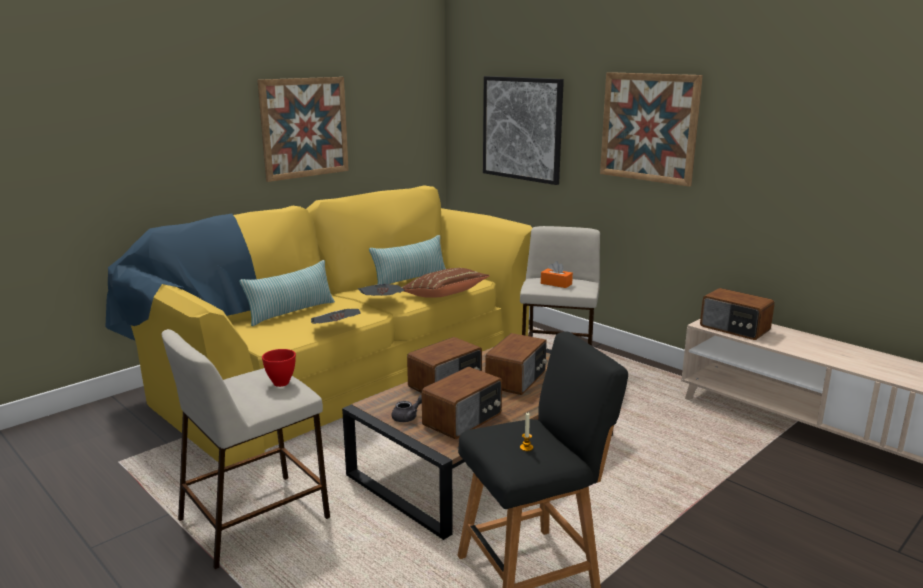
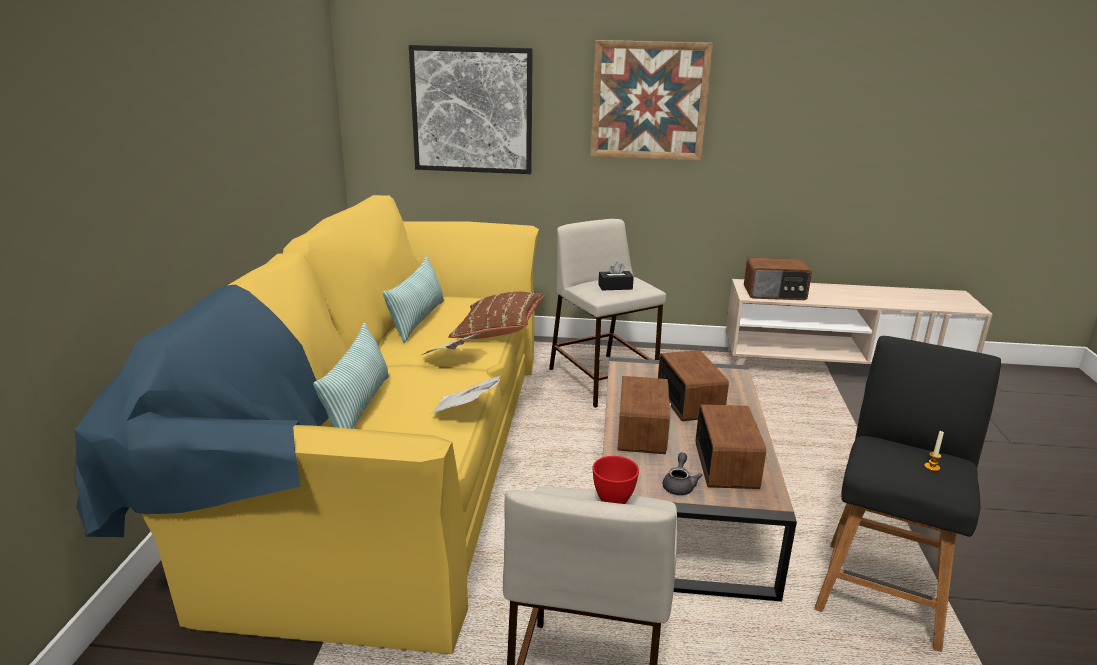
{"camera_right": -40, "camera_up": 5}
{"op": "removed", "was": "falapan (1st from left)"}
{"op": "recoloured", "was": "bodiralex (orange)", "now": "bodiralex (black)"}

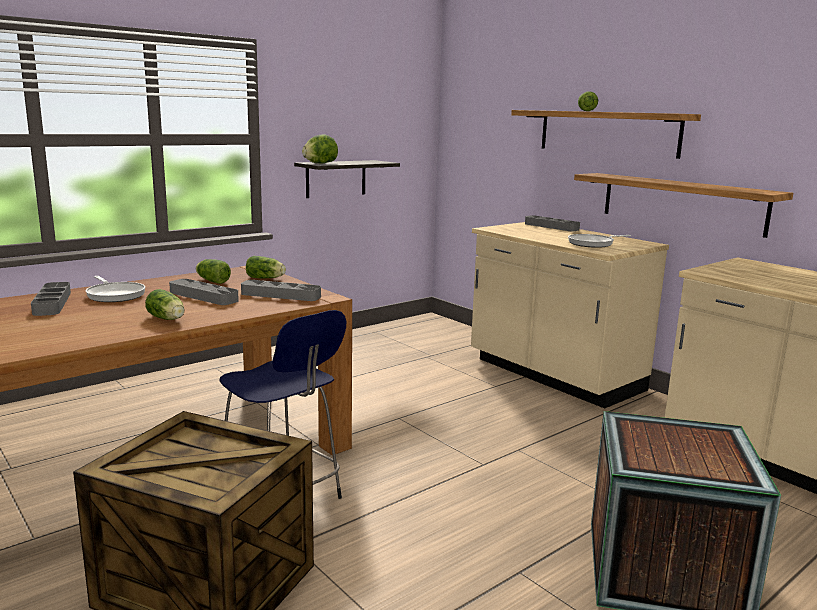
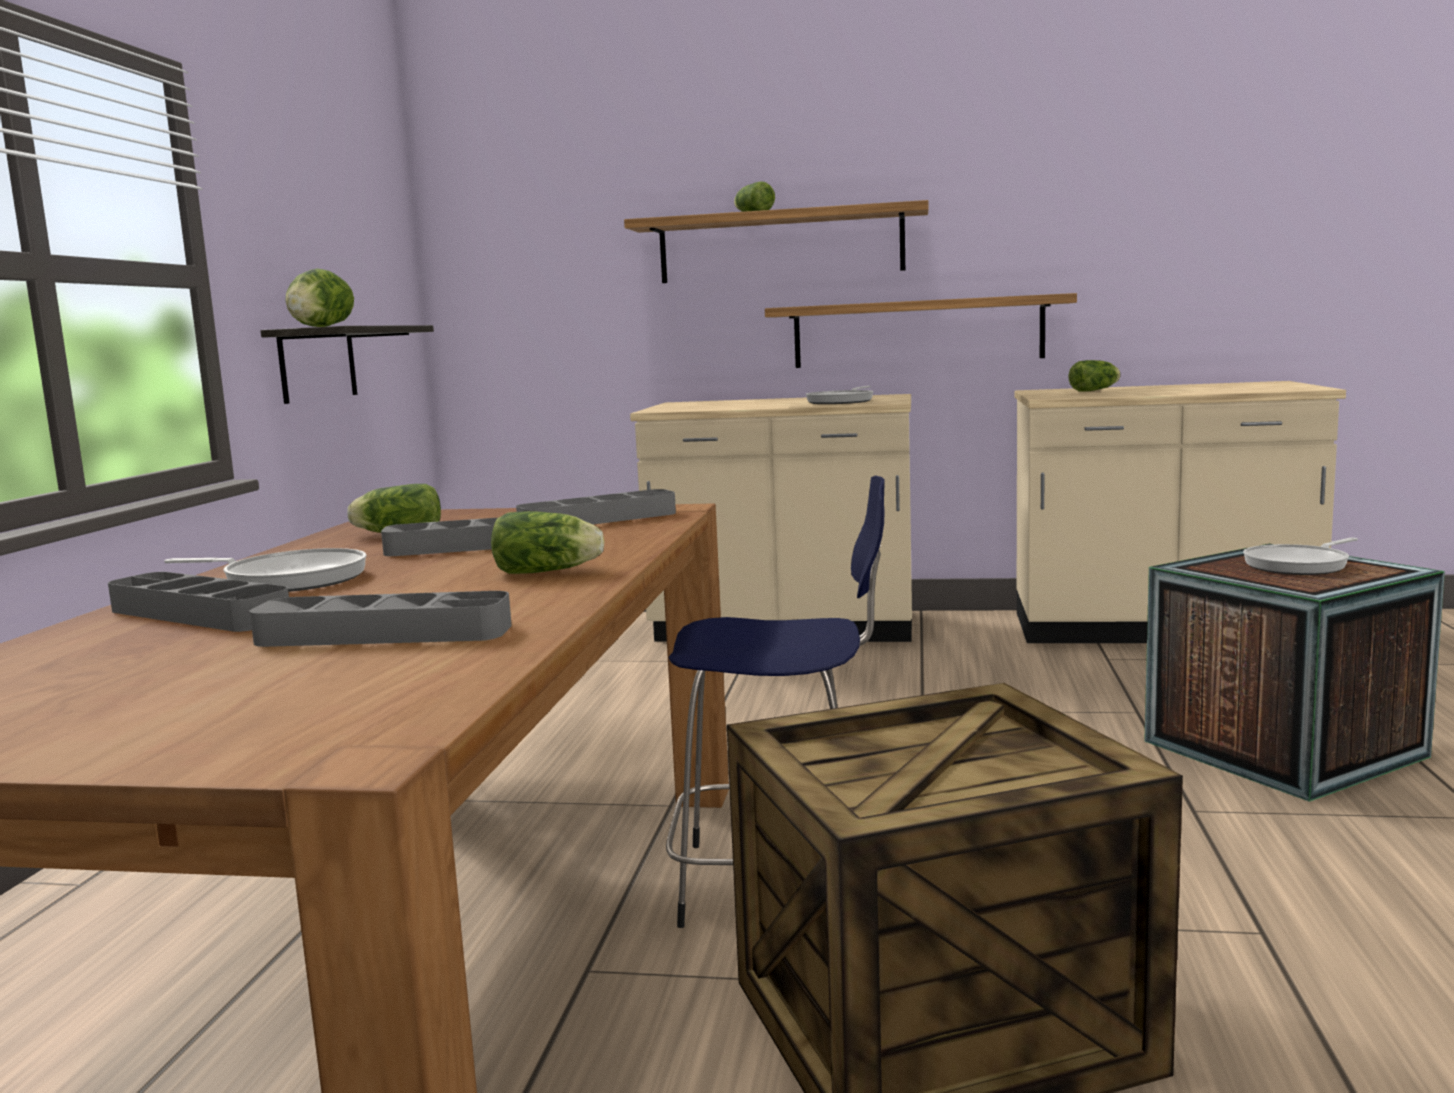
{"camera_right": -40, "camera_up": -5}
{"op": "added", "now": "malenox (3rd from left)"}
{"op": "moved", "was": "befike (3rd from left in the first image)", "now": "befike (5th from left)"}
{"op": "moved", "was": "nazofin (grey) (4th from left in the first image)", "now": "nazofin (grey) (2nd from left)"}

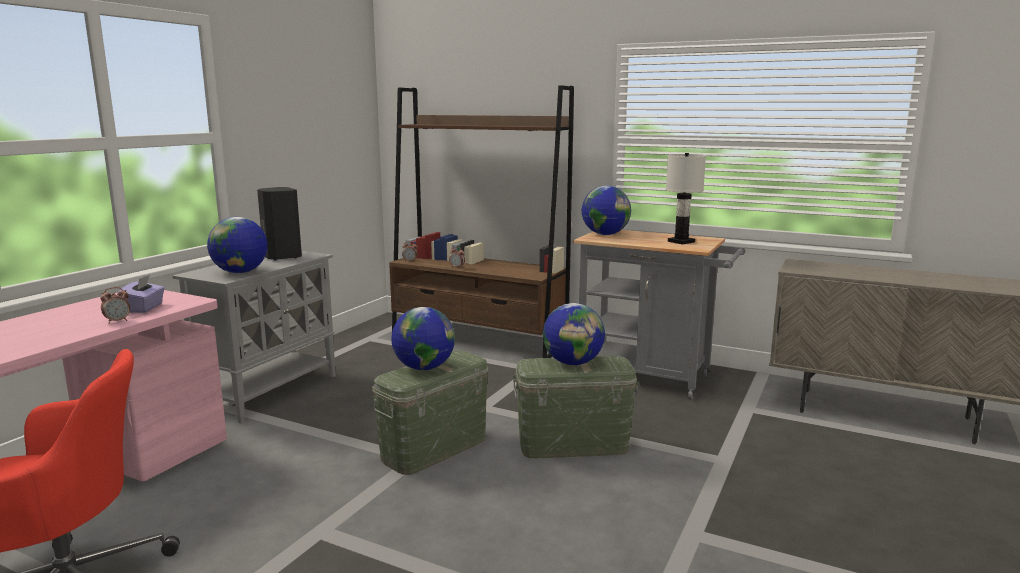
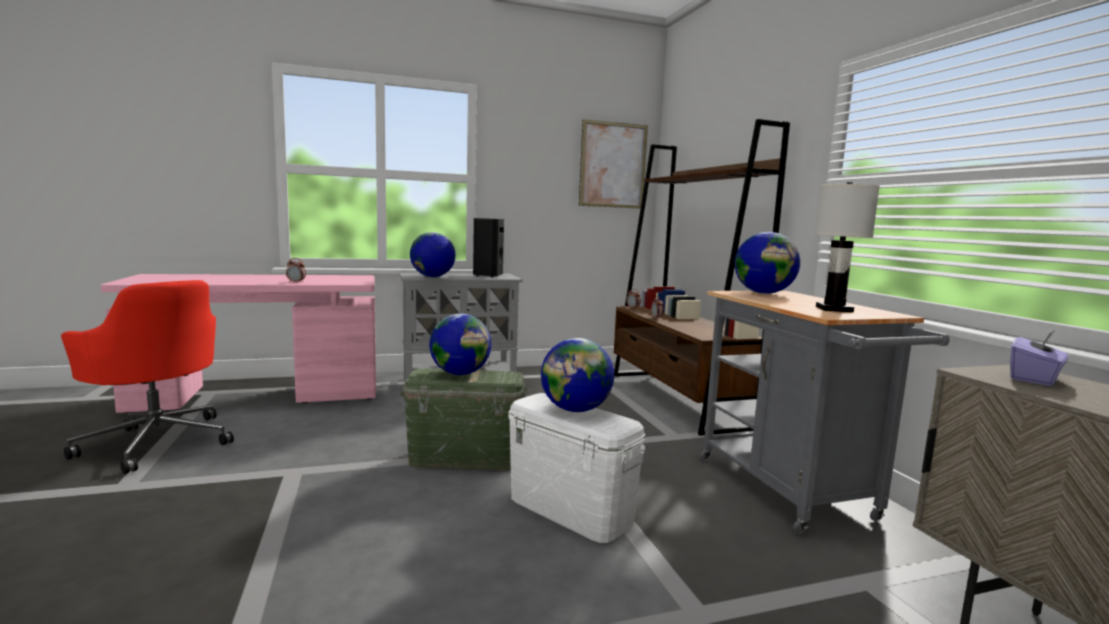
{"camera_right": 45, "camera_up": -5}
{"op": "added", "now": "falapan"}
{"op": "moved", "was": "bodiralex (purple)"}
{"op": "recoloured", "was": "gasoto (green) (2nd from left)", "now": "gasoto (white)"}

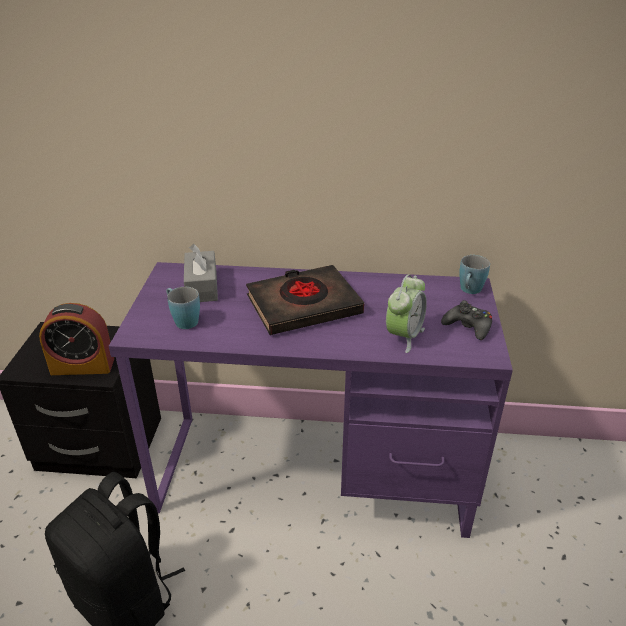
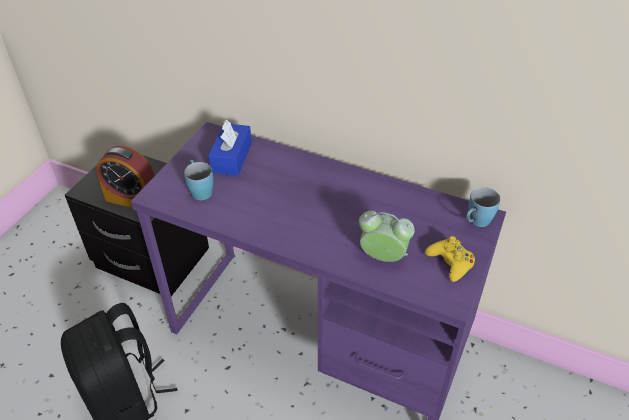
{"camera_right": 20, "camera_up": 10}
{"op": "removed", "was": "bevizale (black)"}
{"op": "recoloured", "was": "bodiralex (grey)", "now": "bodiralex (blue)"}
{"op": "recoloured", "was": "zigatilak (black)", "now": "zigatilak (yellow)"}
{"op": "turned", "was": "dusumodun (2nd from left)", "clockwise": -120}

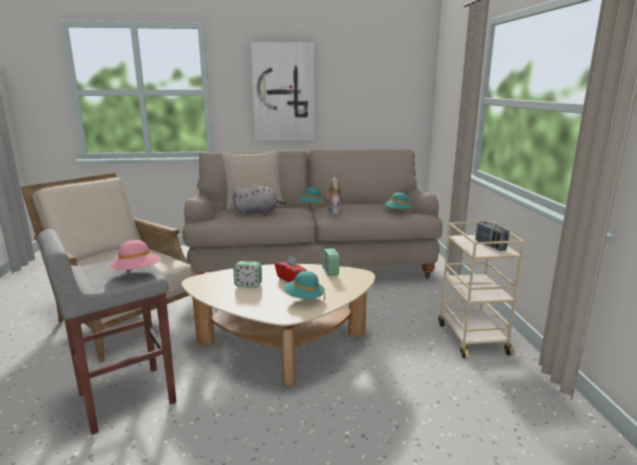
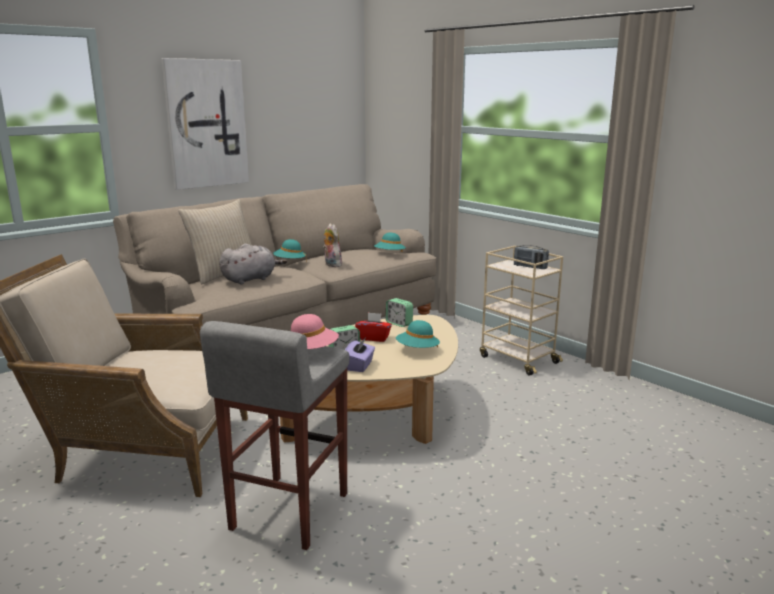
{"camera_right": -35, "camera_up": 0}
{"op": "added", "now": "bodiralex (purple)"}

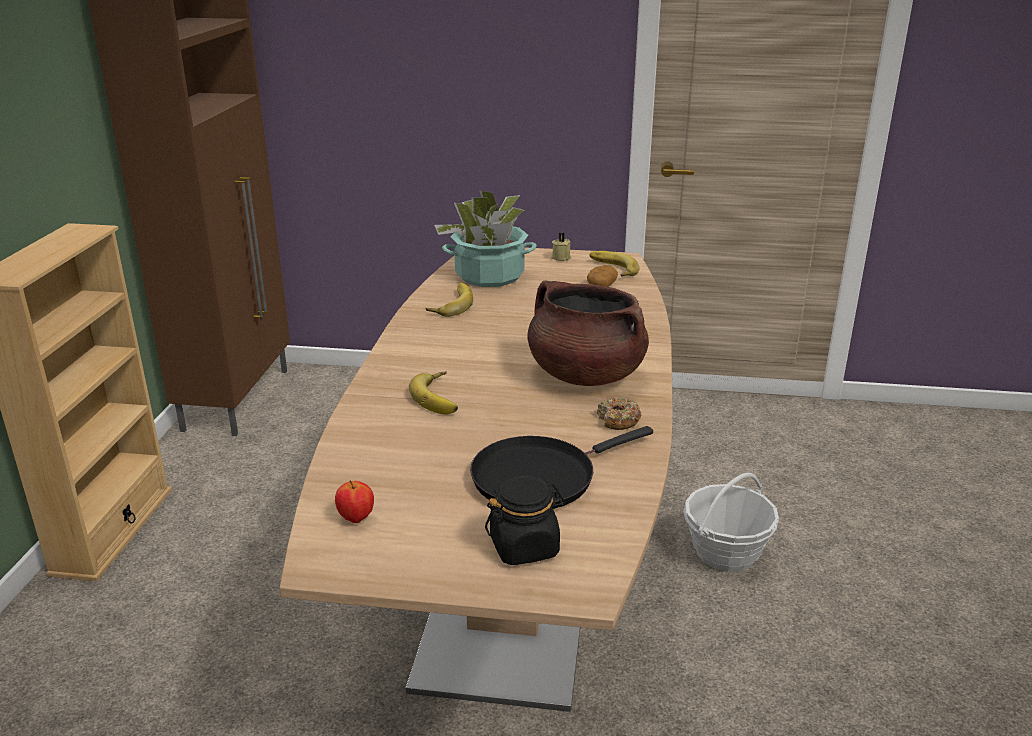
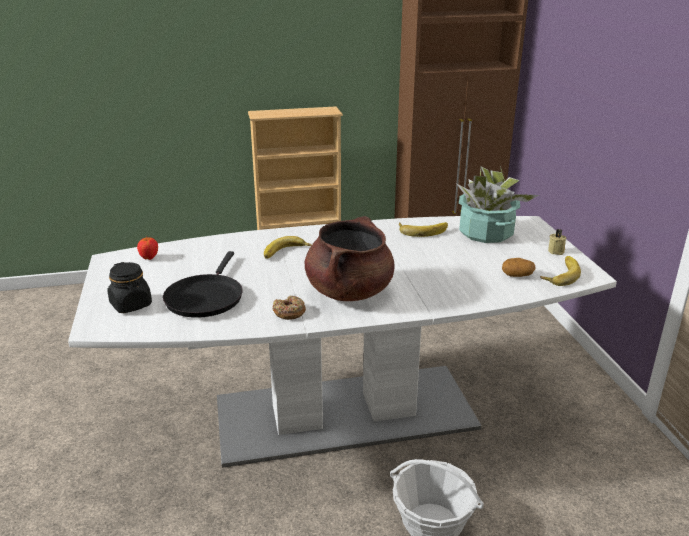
{"camera_right": 70, "camera_up": 0}
{"op": "recoloured", "was": "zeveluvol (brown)", "now": "zeveluvol (white)"}
{"op": "turned", "was": "malenox (black)", "clockwise": -120}

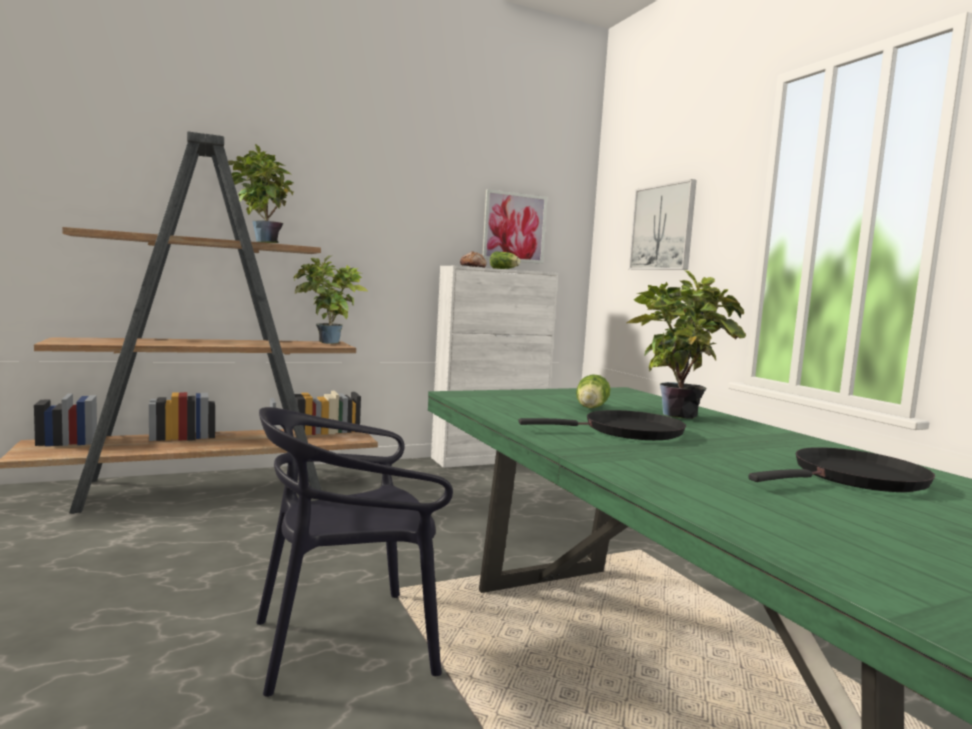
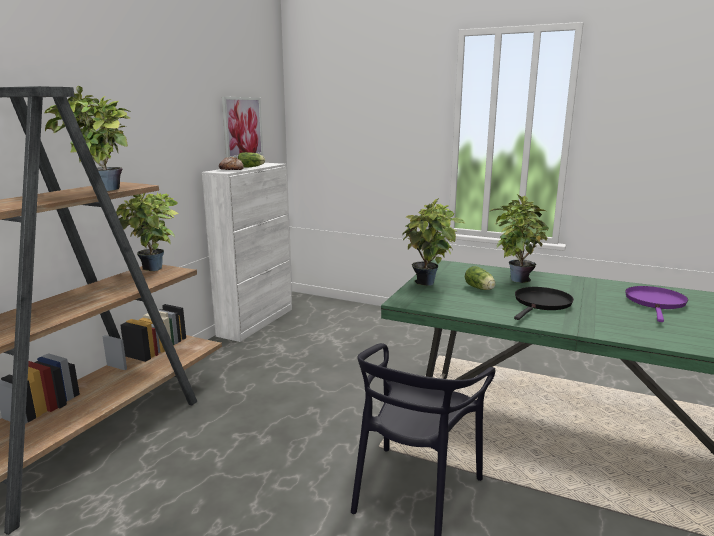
{"camera_right": -40, "camera_up": 10}
{"op": "removed", "was": "falapan (2nd from left)"}
{"op": "added", "now": "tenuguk (3rd from left)"}
{"op": "recoloured", "was": "malenox (black) (2nd from left)", "now": "malenox (purple)"}

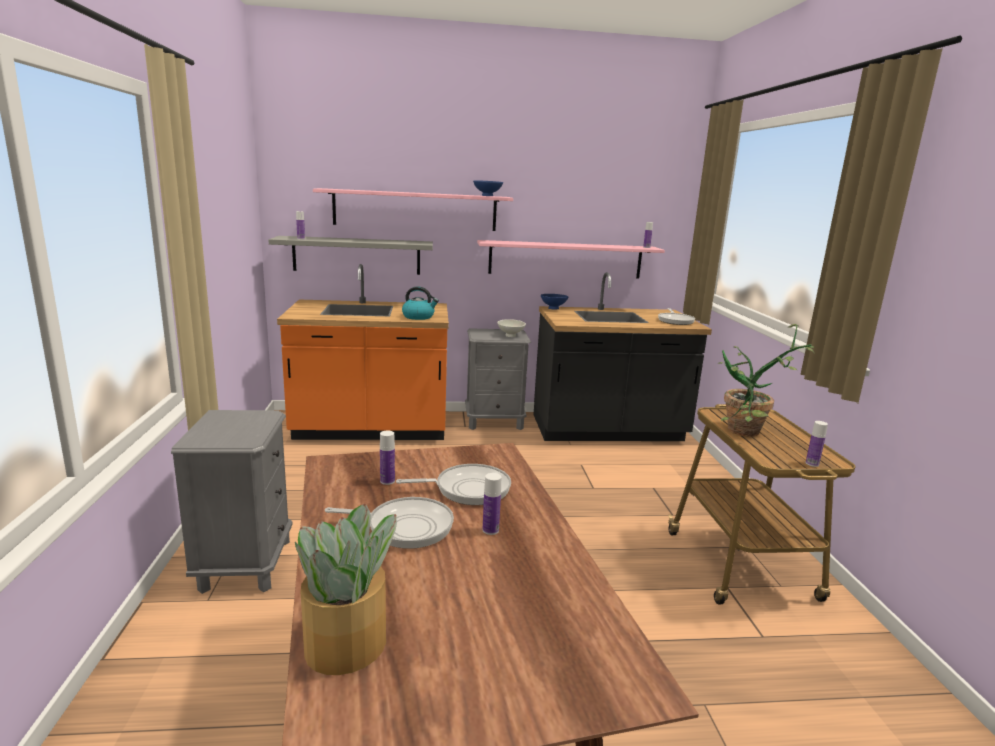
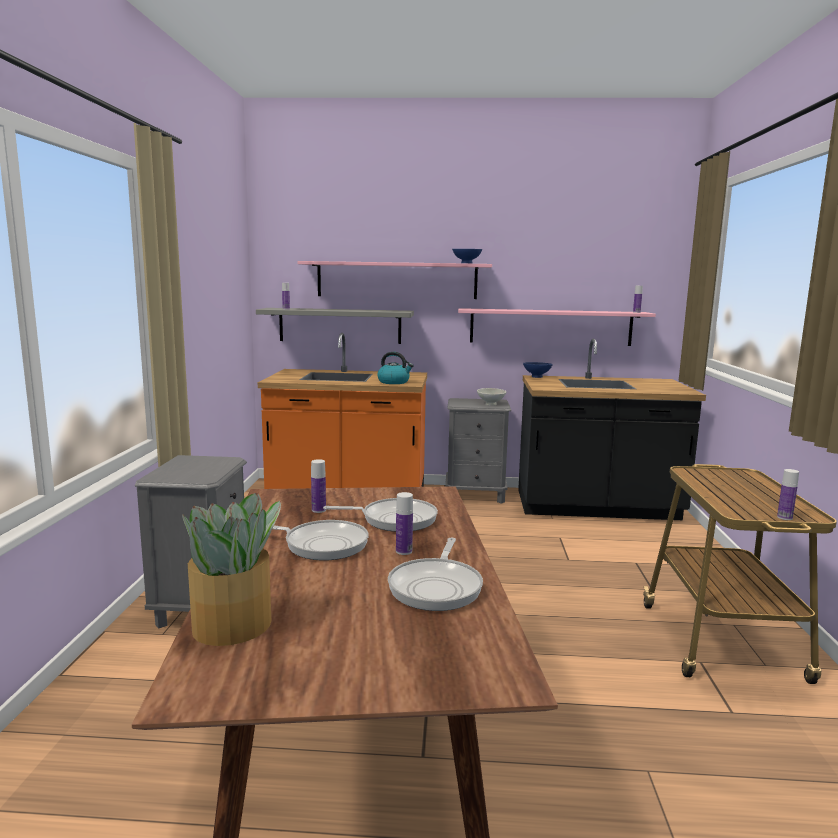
{"camera_right": 10, "camera_up": -5}
{"op": "removed", "was": "tenuguk (2nd from left)"}
{"op": "moved", "was": "malenox (3rd from left)"}

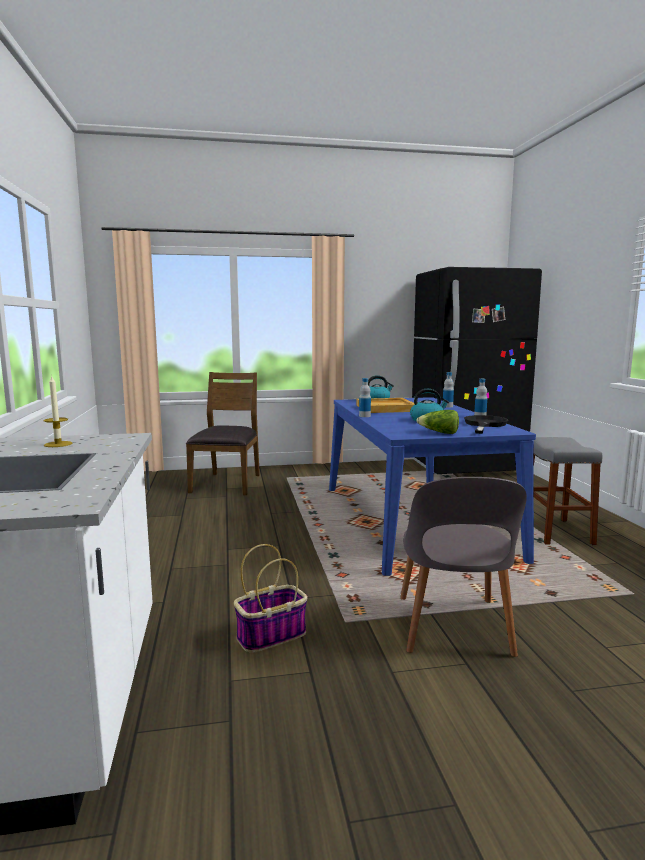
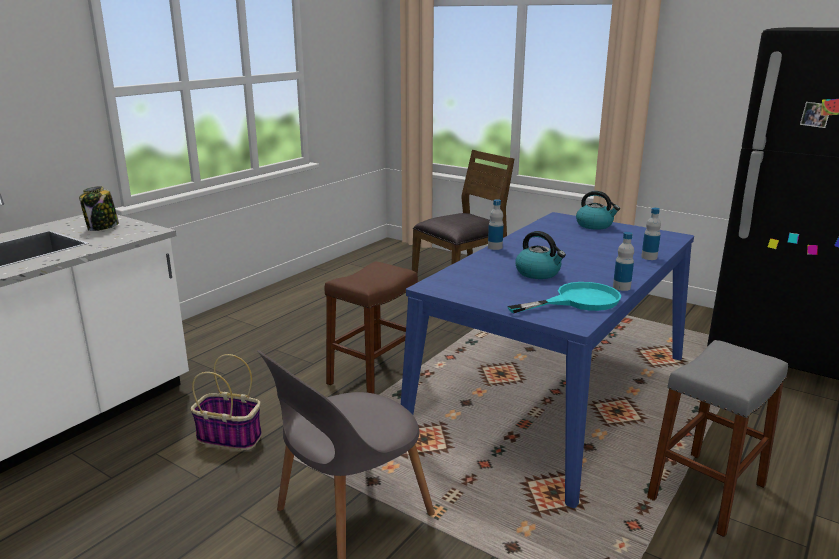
{"camera_right": 45, "camera_up": 10}
{"op": "removed", "was": "nazofin (beige)"}
{"op": "removed", "was": "befike"}
{"op": "added", "now": "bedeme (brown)"}
{"op": "replaced", "was": "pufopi", "now": "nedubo"}
{"op": "recoloured", "was": "malenox (black)", "now": "malenox (turquoise)"}

